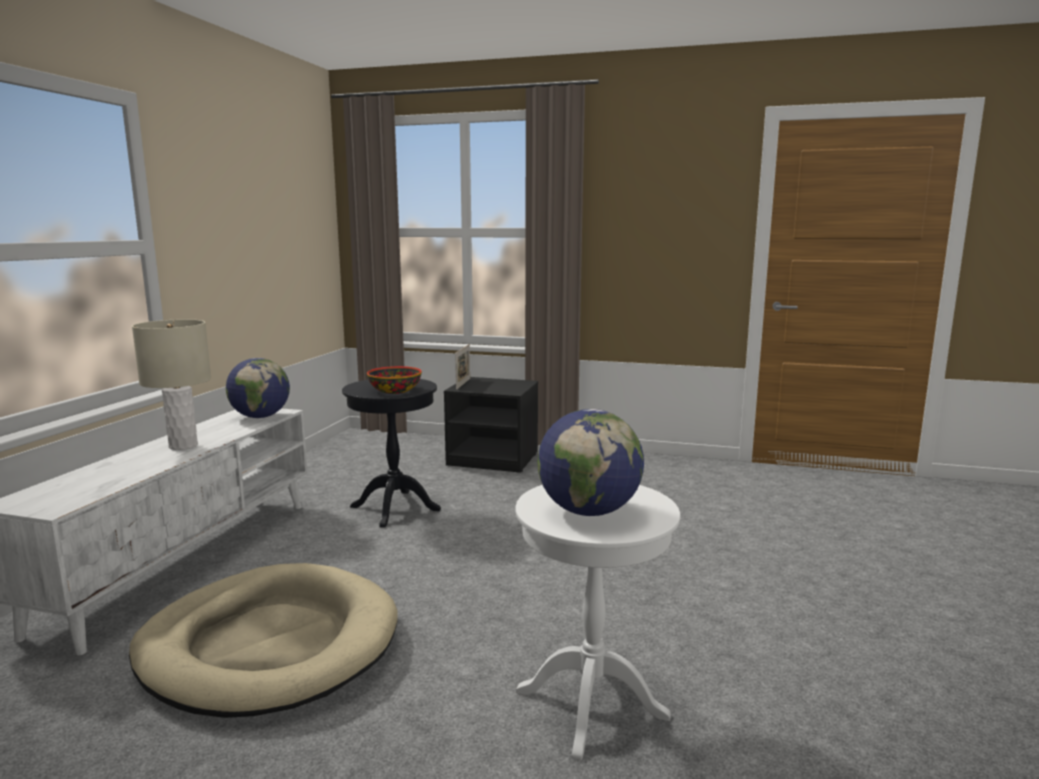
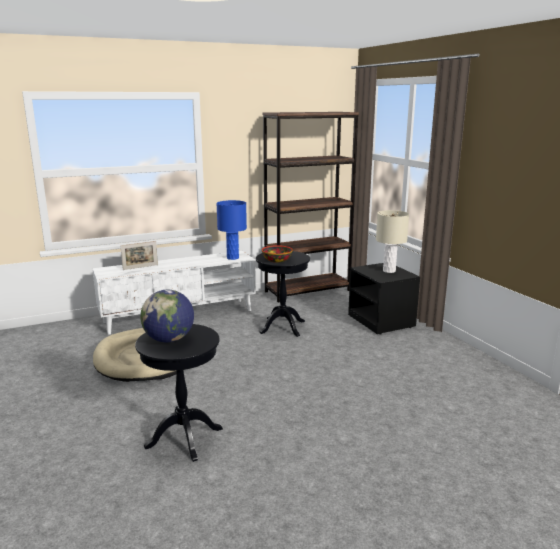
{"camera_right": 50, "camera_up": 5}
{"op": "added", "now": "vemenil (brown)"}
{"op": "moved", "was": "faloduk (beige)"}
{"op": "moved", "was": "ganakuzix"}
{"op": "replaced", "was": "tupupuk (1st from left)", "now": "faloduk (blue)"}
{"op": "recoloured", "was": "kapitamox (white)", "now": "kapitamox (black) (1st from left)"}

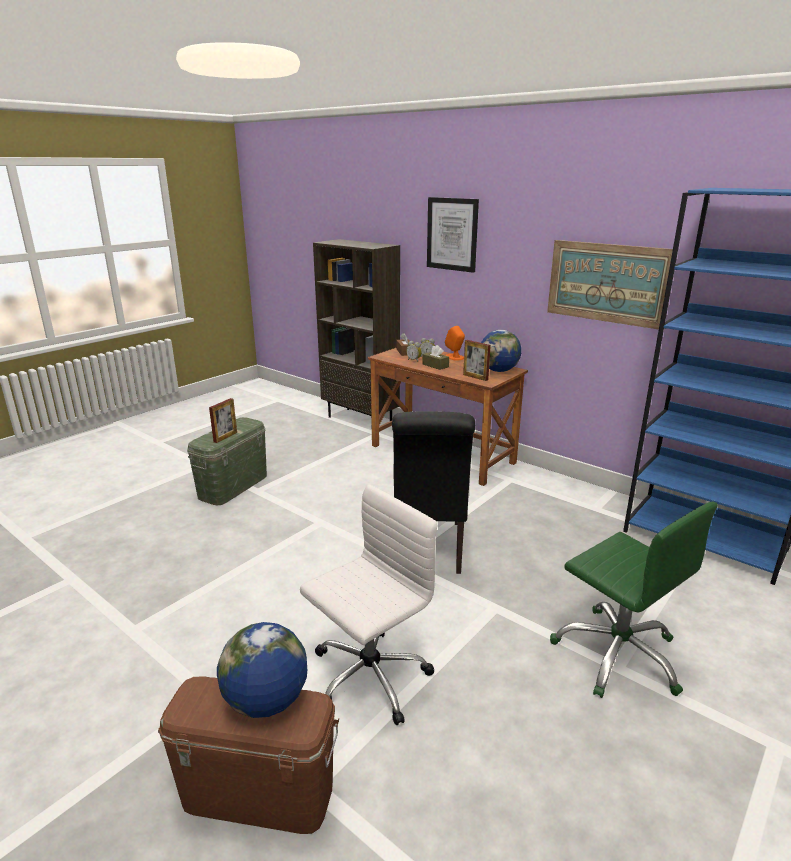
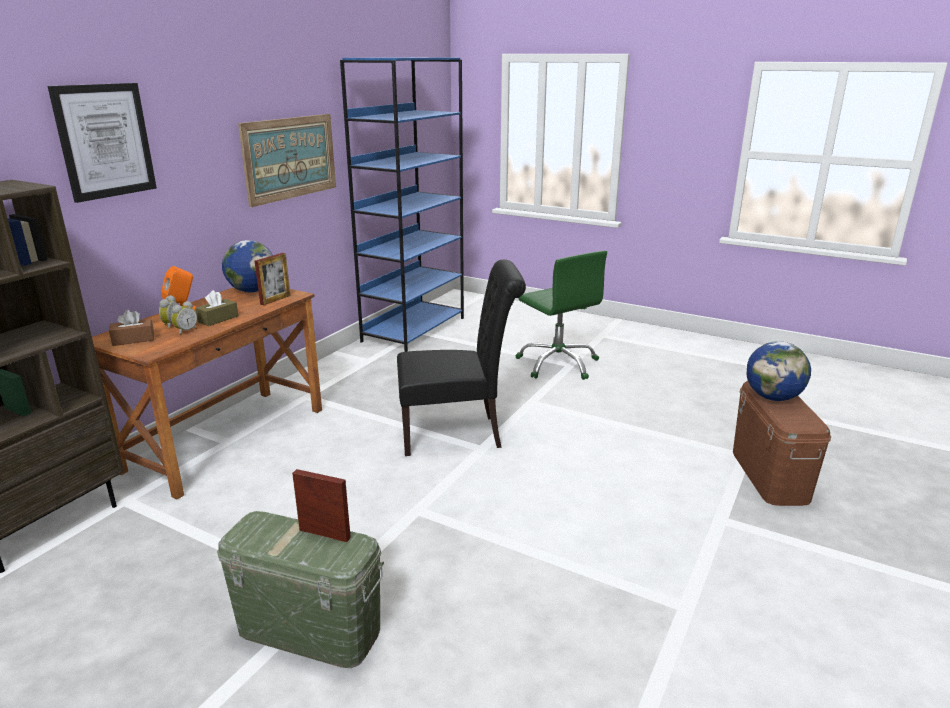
{"camera_right": -100, "camera_up": 0}
{"op": "removed", "was": "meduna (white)"}
{"op": "turned", "was": "meduna (green)", "clockwise": 105}

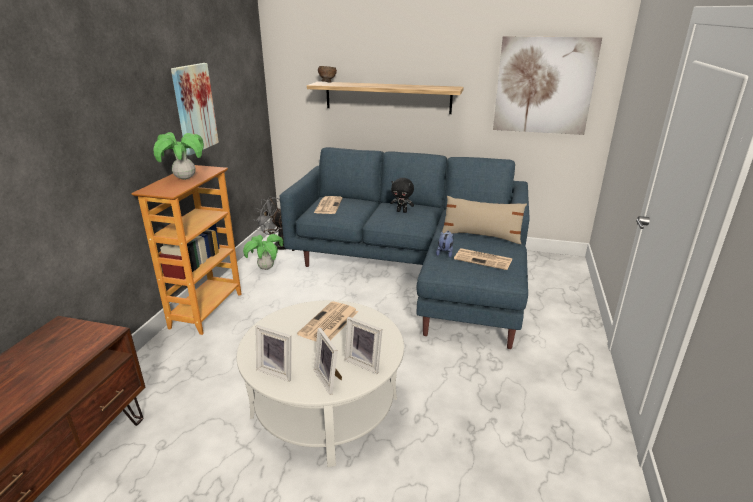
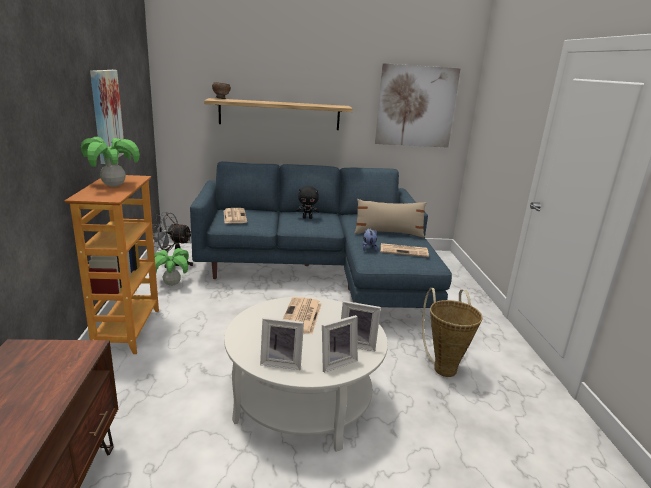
{"camera_right": -20, "camera_up": -5}
{"op": "added", "now": "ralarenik"}
{"op": "turned", "was": "ganakuzix (2nd from left)", "clockwise": -75}

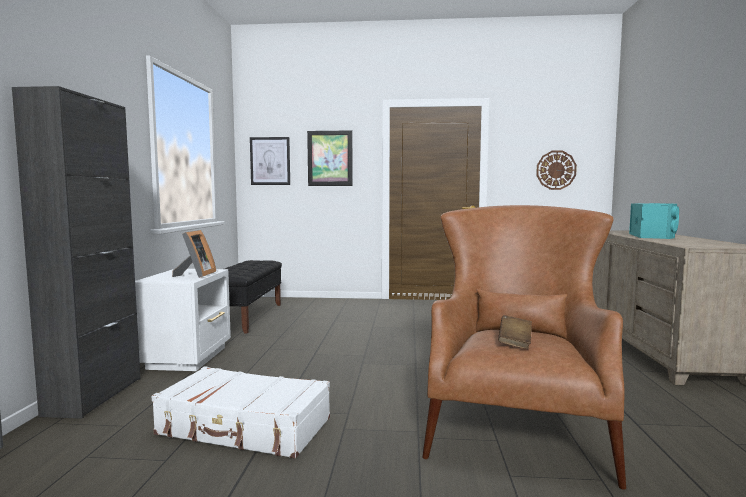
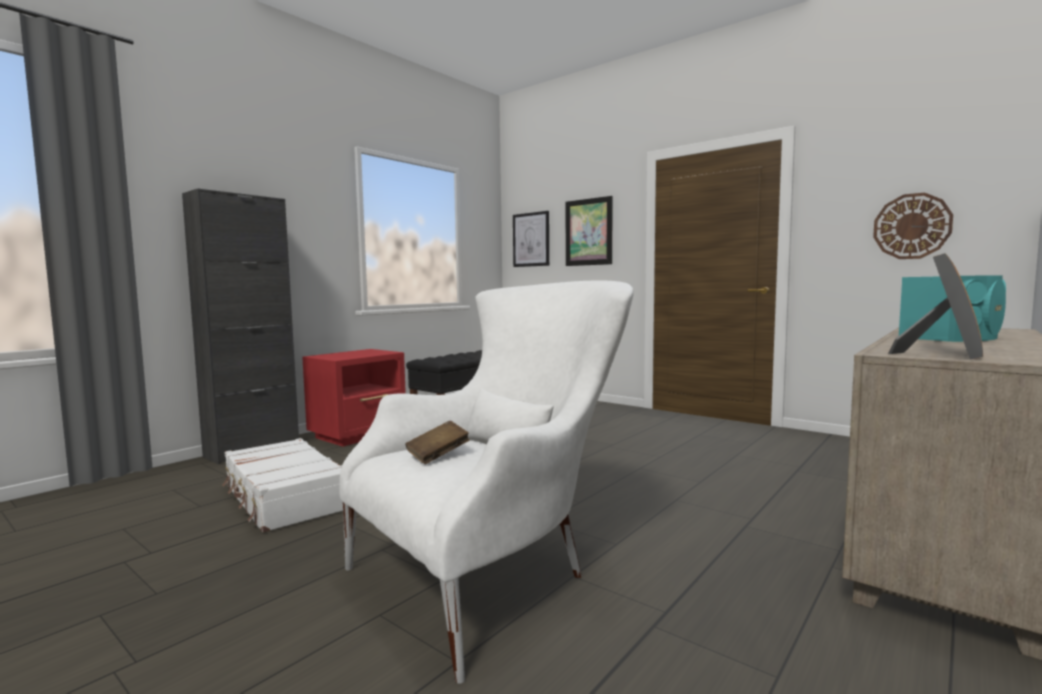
{"camera_right": 35, "camera_up": 0}
{"op": "moved", "was": "ganakuzix"}
{"op": "recoloured", "was": "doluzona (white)", "now": "doluzona (red)"}
{"op": "recoloured", "was": "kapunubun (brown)", "now": "kapunubun (white)"}

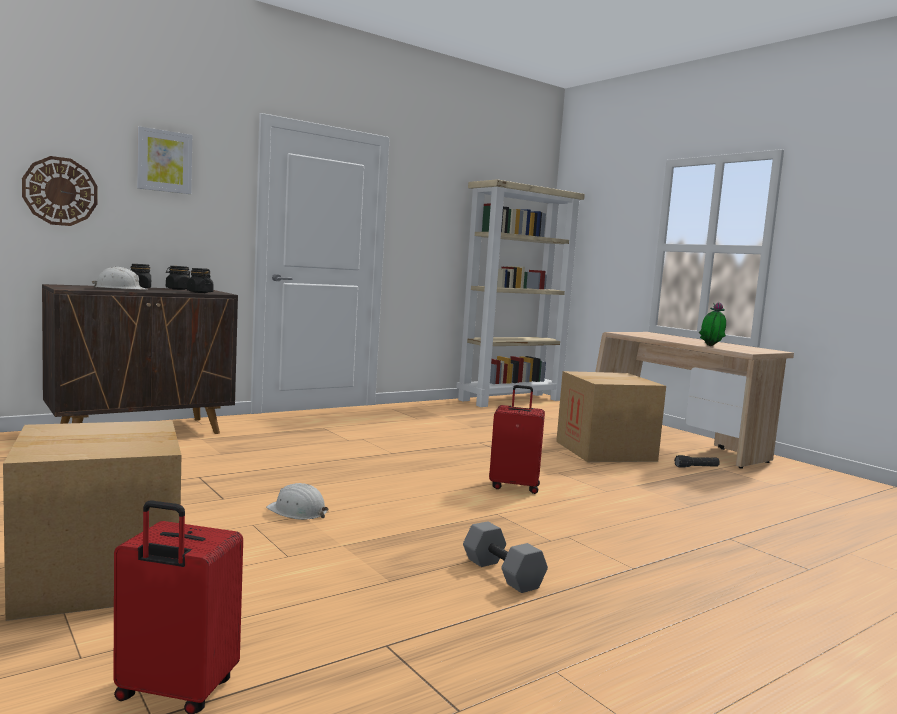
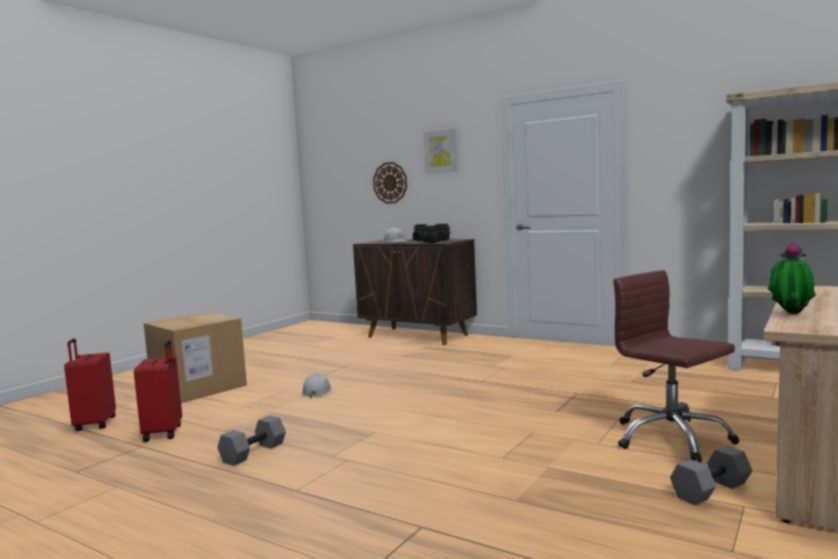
{"camera_right": 70, "camera_up": 0}
{"op": "moved", "was": "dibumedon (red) (2nd from left)"}
{"op": "replaced", "was": "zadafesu (2nd from left)", "now": "meduna (brown)"}
{"op": "replaced", "was": "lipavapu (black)", "now": "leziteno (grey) (2nd from left)"}

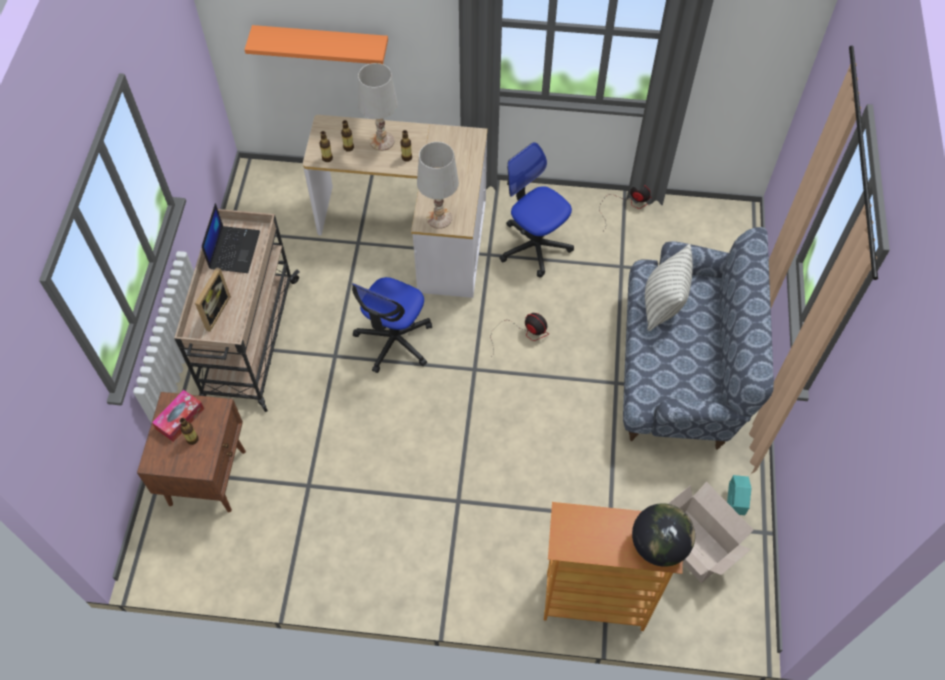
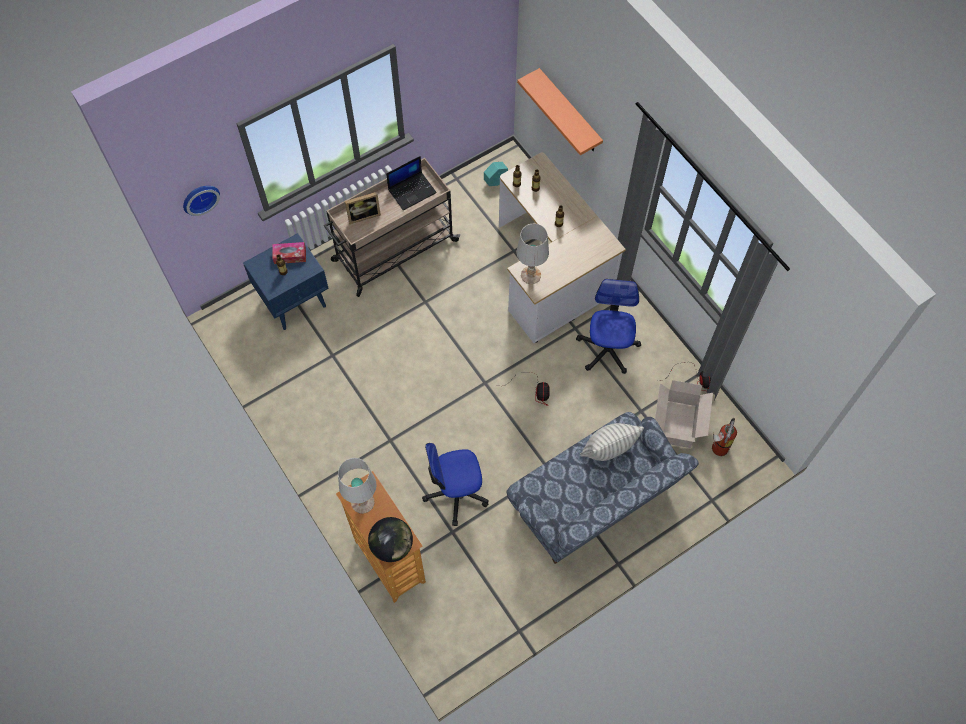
{"camera_right": 50, "camera_up": 5}
{"op": "added", "now": "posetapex"}
{"op": "added", "now": "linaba"}
{"op": "moved", "was": "meduna (1st from left)"}
{"op": "moved", "was": "faloduk (white) (1st from left)"}
{"op": "moved", "was": "zadafesu"}
{"op": "moved", "was": "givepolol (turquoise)"}
{"op": "recoloured", "was": "doluzona (brown)", "now": "doluzona (blue)"}

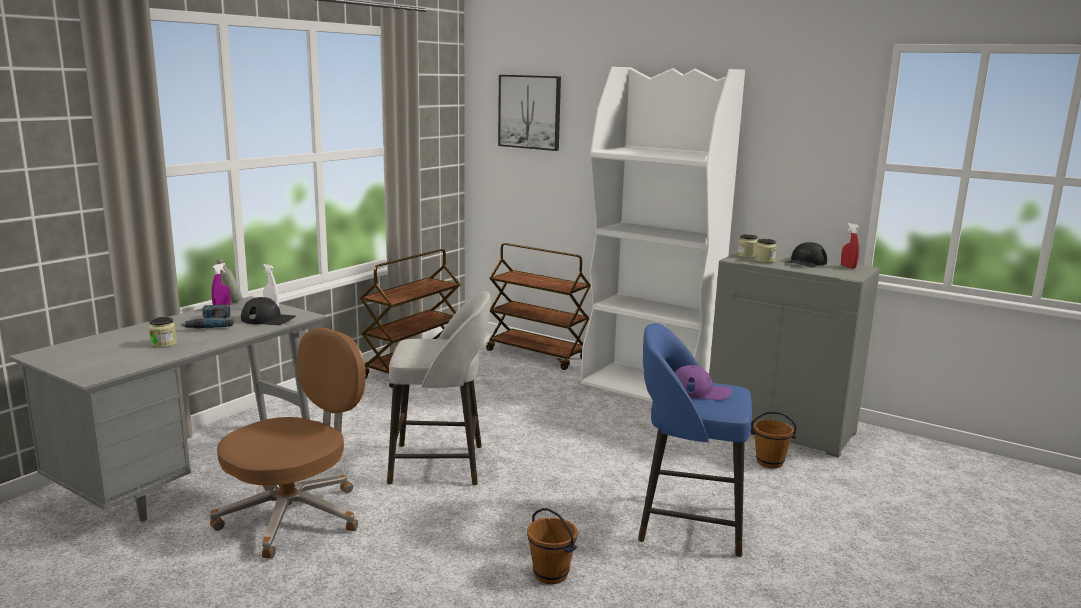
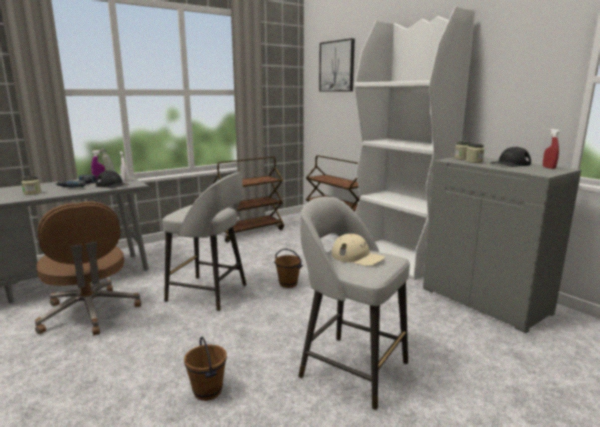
{"camera_right": 20, "camera_up": 0}
{"op": "moved", "was": "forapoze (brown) (2nd from left)"}
{"op": "recoloured", "was": "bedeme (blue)", "now": "bedeme (grey) (2nd from left)"}
{"op": "recoloured", "was": "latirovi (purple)", "now": "latirovi (beige)"}
{"op": "turned", "was": "meduna (brown)", "clockwise": 90}

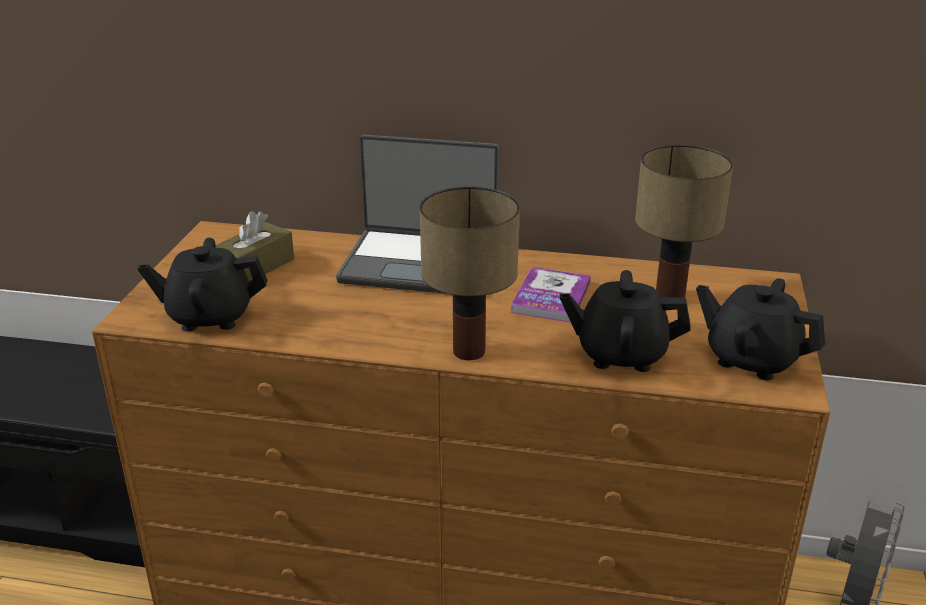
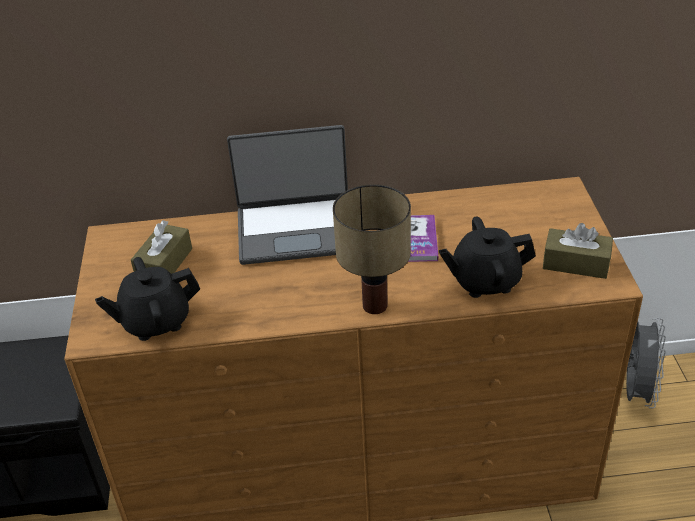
{"camera_right": -15, "camera_up": 10}
{"op": "removed", "was": "faloduk (2nd from left)"}
{"op": "replaced", "was": "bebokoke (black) (3rd from left)", "now": "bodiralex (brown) (2nd from left)"}

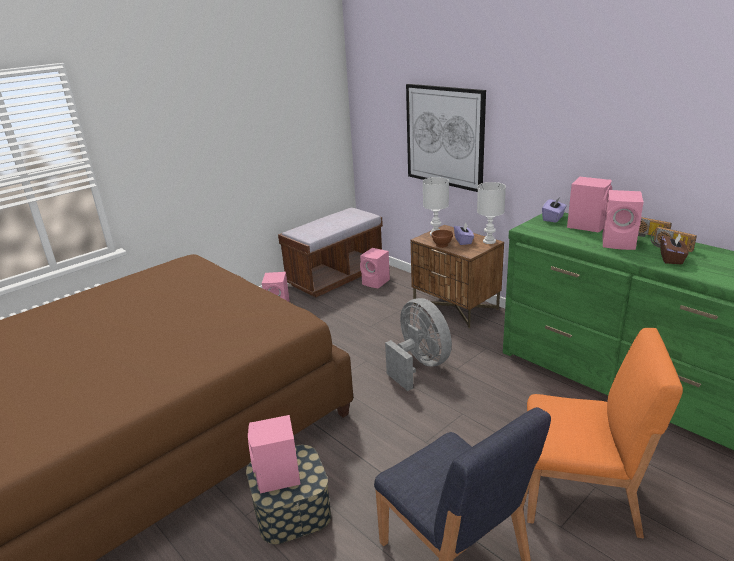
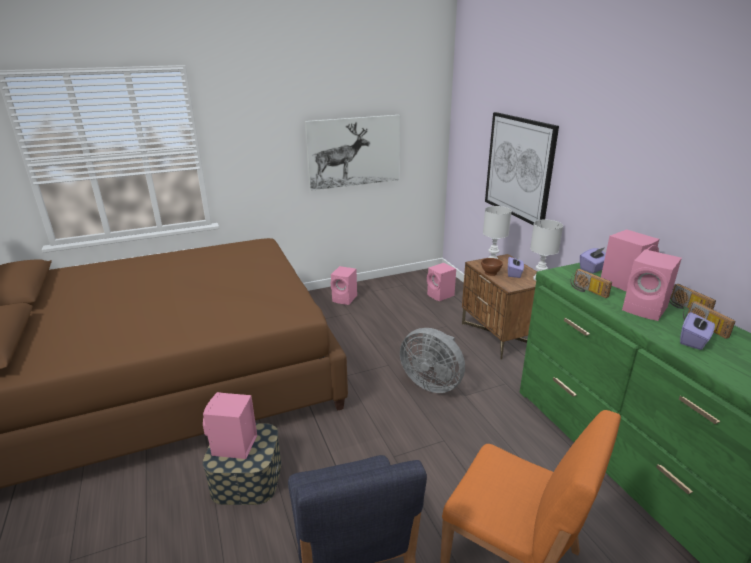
{"camera_right": 20, "camera_up": 0}
{"op": "removed", "was": "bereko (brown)"}
{"op": "added", "now": "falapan (1st from left)"}
{"op": "added", "now": "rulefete (1st from left)"}
{"op": "recoloured", "was": "bodiralex (brown)", "now": "bodiralex (purple) (3rd from left)"}
{"op": "turned", "was": "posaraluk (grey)", "clockwise": 135}

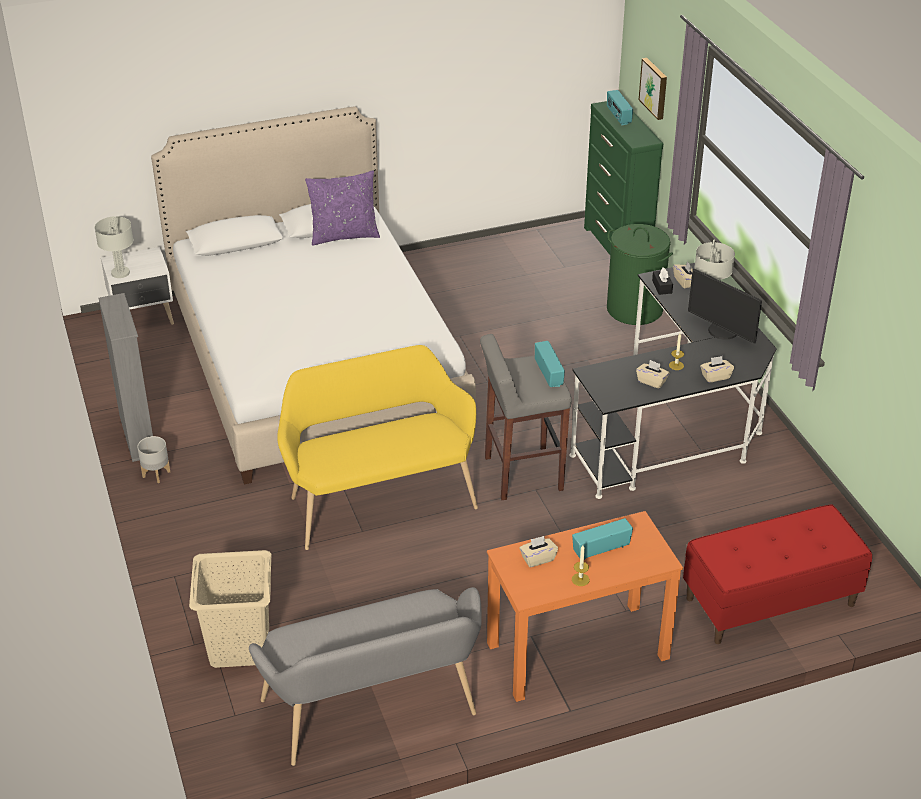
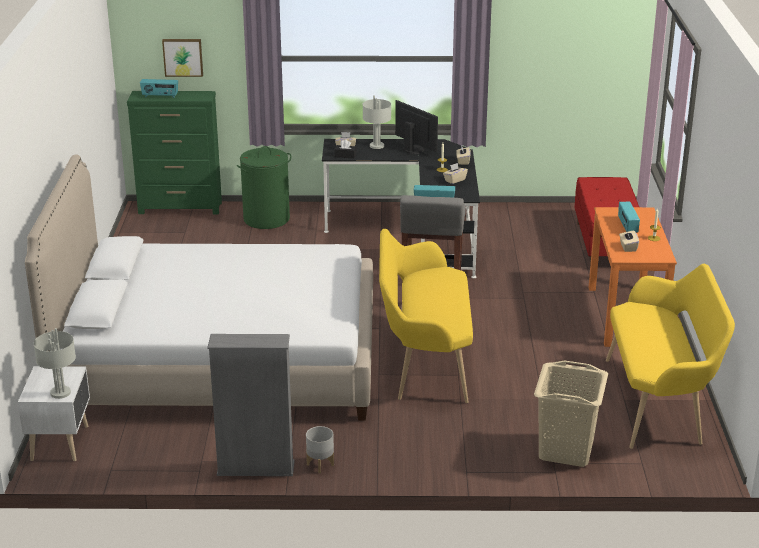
{"camera_right": -70, "camera_up": -10}
{"op": "removed", "was": "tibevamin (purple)"}
{"op": "recoloured", "was": "bereko (grey)", "now": "bereko (yellow) (2nd from left)"}
{"op": "turned", "was": "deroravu", "clockwise": -105}

